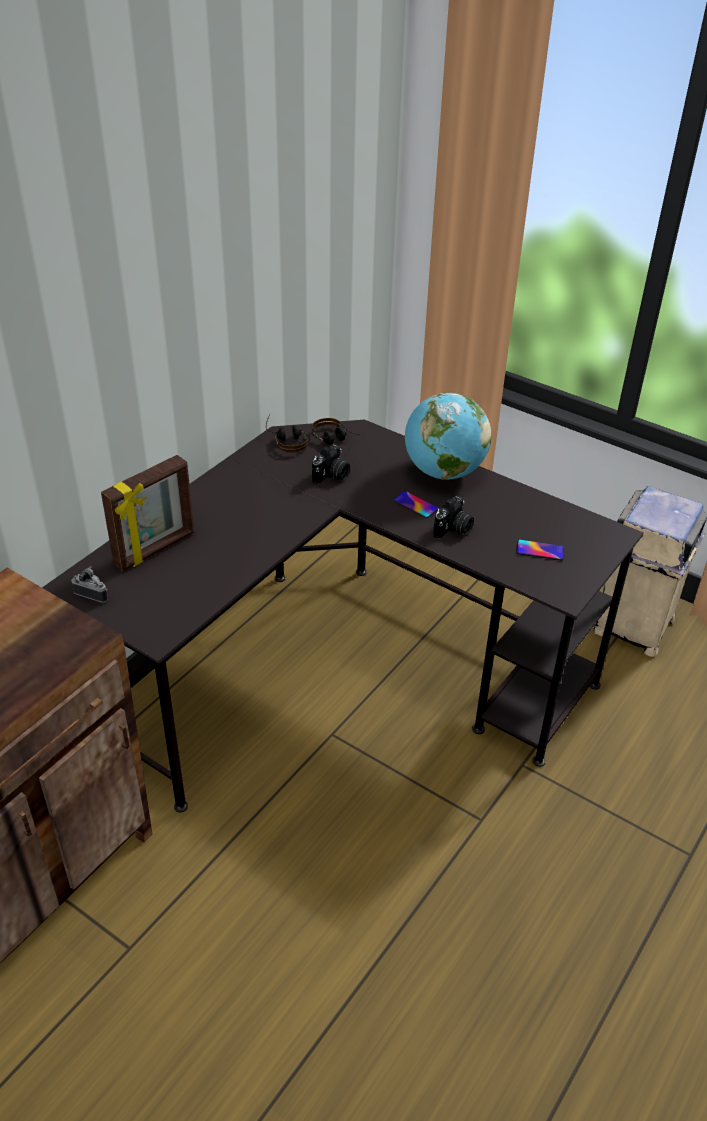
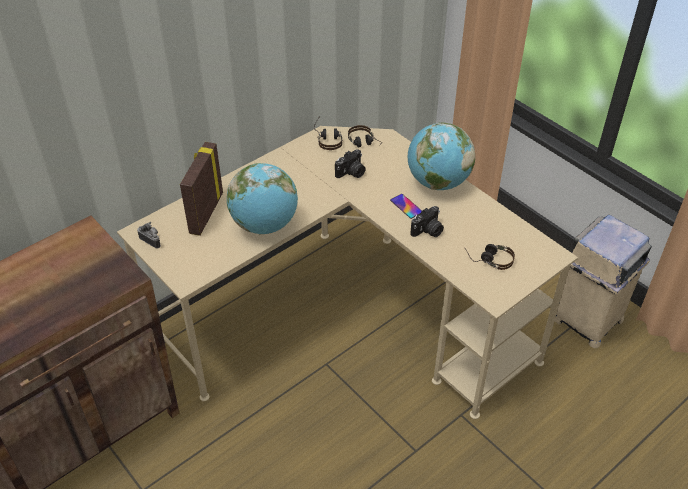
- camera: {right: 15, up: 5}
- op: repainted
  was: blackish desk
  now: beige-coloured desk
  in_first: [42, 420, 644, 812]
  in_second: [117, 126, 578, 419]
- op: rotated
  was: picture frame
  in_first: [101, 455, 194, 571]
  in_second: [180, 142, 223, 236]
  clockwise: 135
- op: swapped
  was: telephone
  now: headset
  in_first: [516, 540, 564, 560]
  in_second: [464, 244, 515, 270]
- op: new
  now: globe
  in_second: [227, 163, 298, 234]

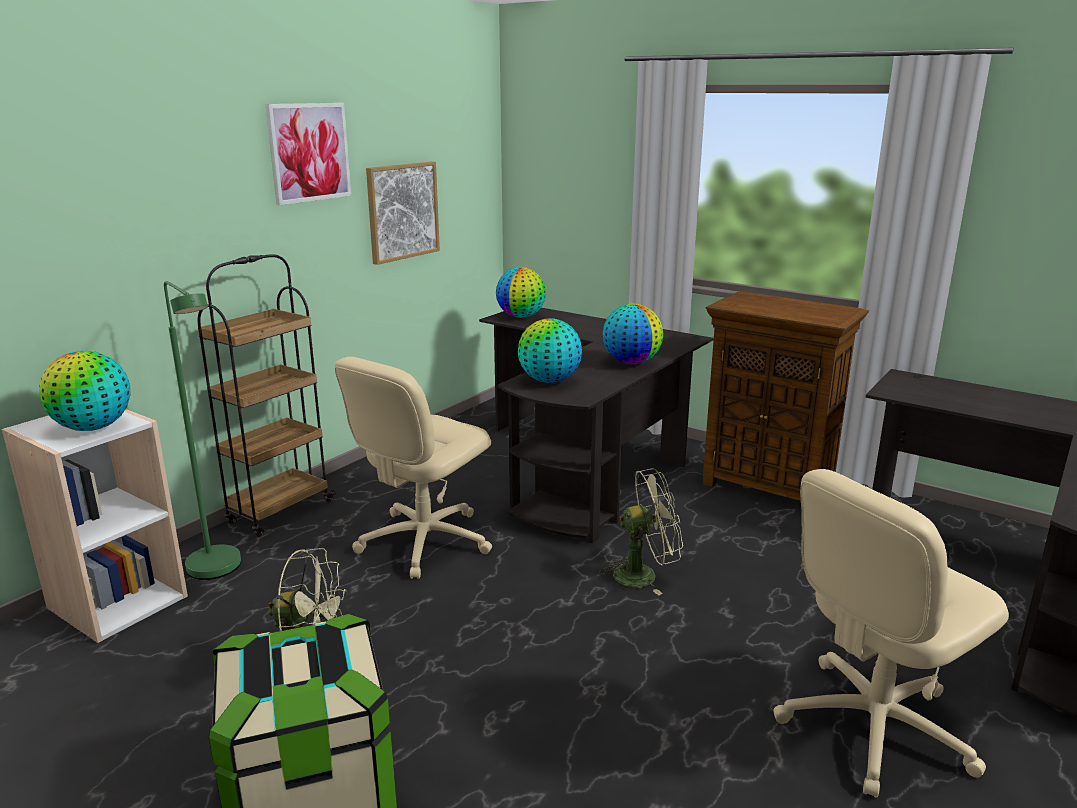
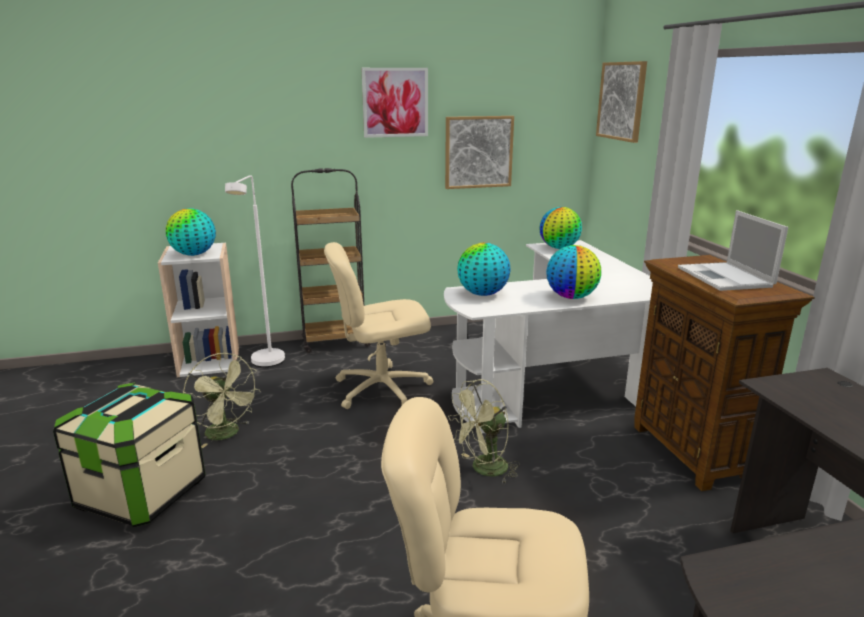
- camera: {right: 40, up: 0}
- op: repainted
  was: green-coloured standing lamp
  now: whitish standing lamp
  in_first: [164, 281, 241, 580]
  in_second: [225, 175, 285, 367]
- op: repainted
  was: blackish desk
  now: whitish desk
  in_first: [479, 308, 714, 544]
  in_second: [444, 240, 653, 434]
- op: rotated
  was: green-coloured cooling fan
  in_first: [599, 468, 683, 595]
  in_second: [448, 379, 520, 484]
  clockwise: 120
- op: new
  now: wall art
  in_second: [596, 61, 647, 143]
- op: new
  now: notebook computer
  in_second: [678, 210, 788, 291]

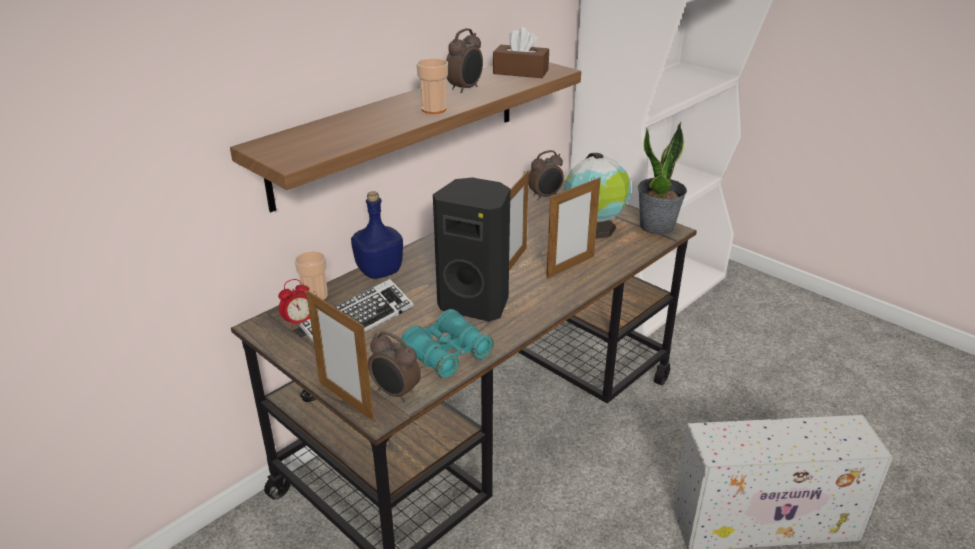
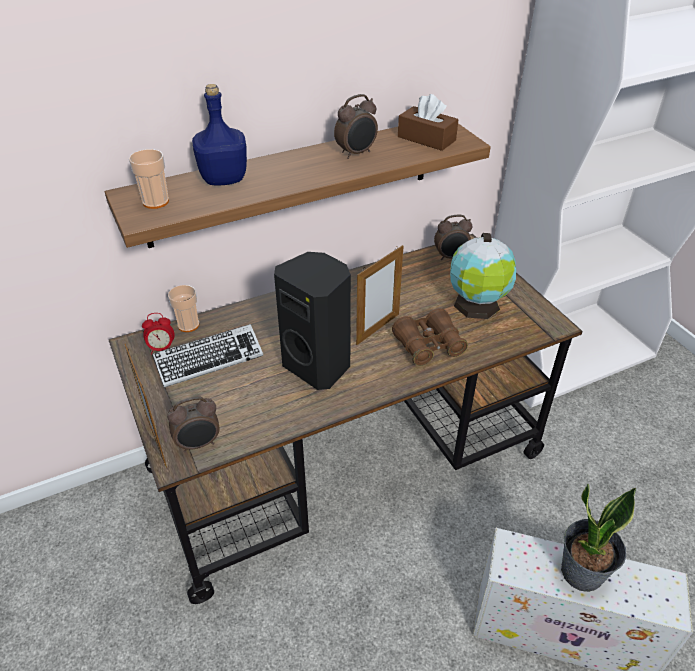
- camera: {right: 20, up: 10}
- op: shifted
  was: blue-coloured bottle
  in_first: [351, 191, 403, 279]
  in_second: [192, 84, 247, 185]
- op: rotated
  was: table clock
  in_first: [368, 331, 421, 402]
  in_second: [167, 396, 220, 453]
  clockwise: -75
- op: gone
  was: blue-green binoculars
  in_first: [400, 309, 494, 379]
- op: shifted
  was: small cup
  in_first: [416, 58, 448, 114]
  in_second: [129, 149, 169, 209]
- op: swapped
  was: picture frame
  now: brown binoculars
  in_first: [546, 177, 601, 279]
  in_second: [392, 308, 468, 366]
- op: shifted
  was: houseplant
  in_first: [638, 122, 687, 235]
  in_second: [561, 483, 636, 592]

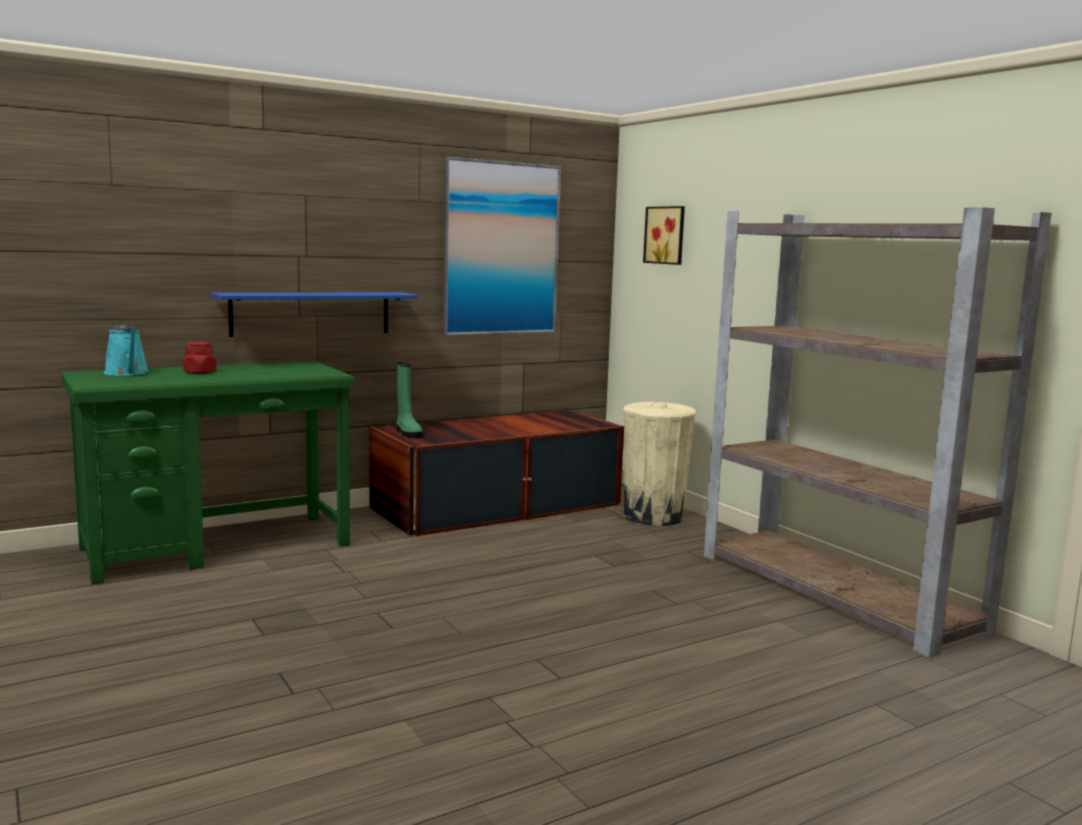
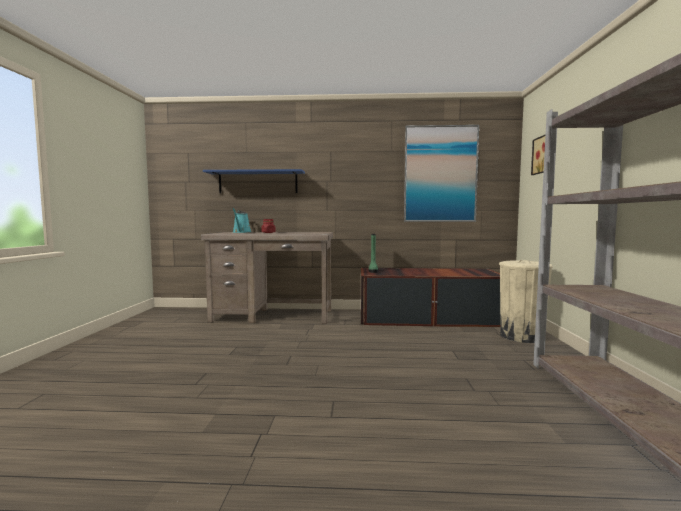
- camera: {right: 35, up: -5}
- op: repainted
  was: green-coloured desk
  now: brown desk
  in_first: [61, 361, 354, 584]
  in_second: [201, 232, 333, 324]
- op: shifted
  was: blue-coloured bracket shelf
  in_first: [211, 292, 418, 337]
  in_second: [203, 169, 305, 193]

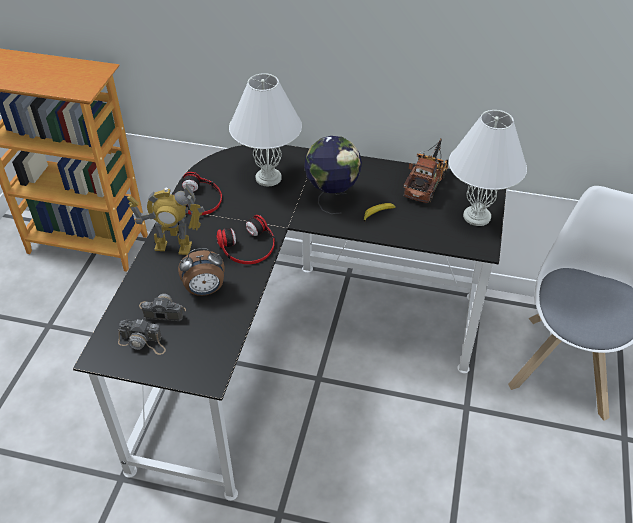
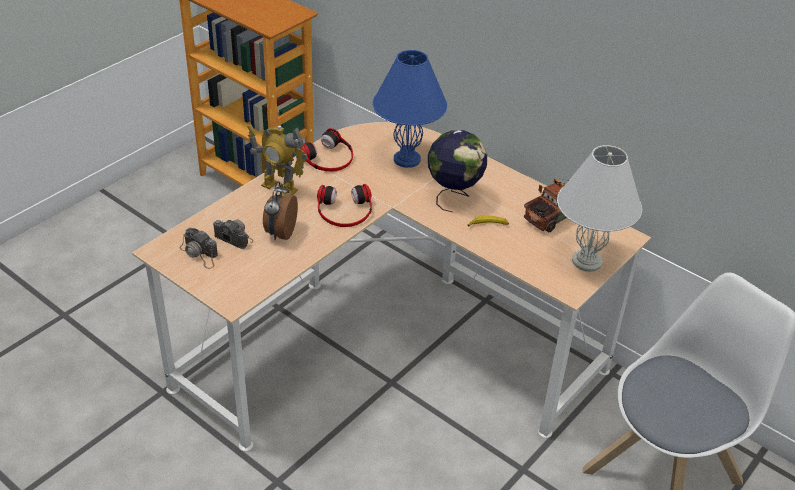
- camera: {right: 25, up: -5}
- op: repainted
  was: blackish desk
  now: beige-coloured desk
  in_first: [73, 145, 506, 501]
  in_second: [132, 122, 651, 451]
- op: rotated
  was: table clock
  in_first: [178, 248, 225, 296]
  in_second: [263, 181, 298, 240]
  clockwise: 90
- op: repainted
  was: whitish table lamp
  now: blue-coloured table lamp
  in_first: [229, 73, 302, 187]
  in_second: [372, 50, 447, 168]

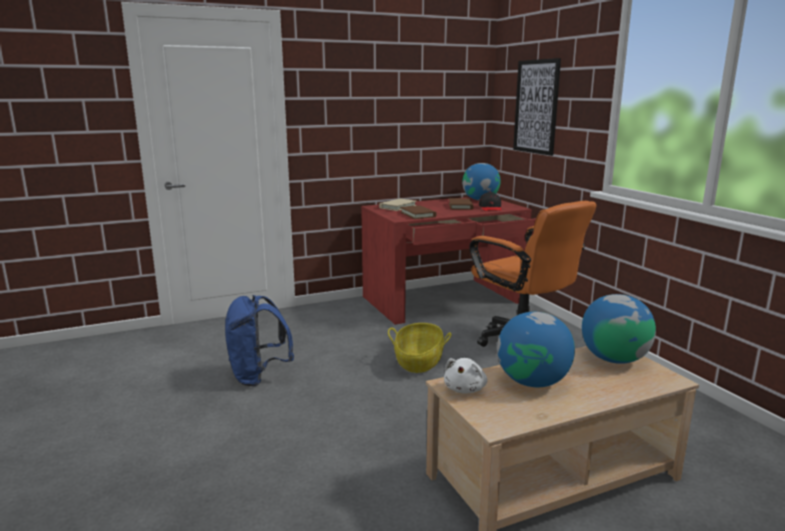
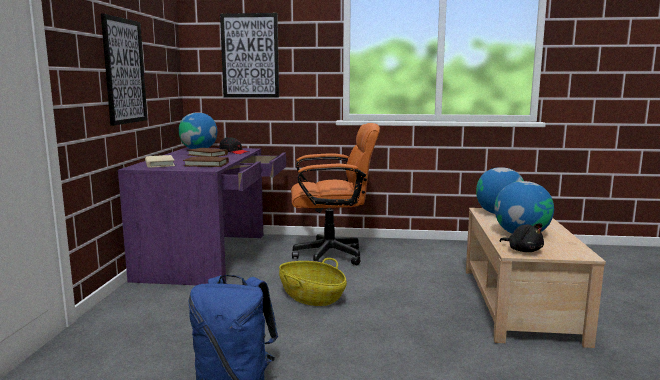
- camera: {right: -60, up: -5}
- op: repainted
  was: red-coloured desk
  now: purple-coloured desk
  in_first: [361, 197, 536, 325]
  in_second: [118, 147, 286, 285]
- op: repainted
  was: whitish soft toy
  now: blackish soft toy
  in_first: [444, 358, 487, 394]
  in_second: [499, 223, 544, 252]
- op: new
  now: wall art
  in_second: [101, 13, 148, 126]

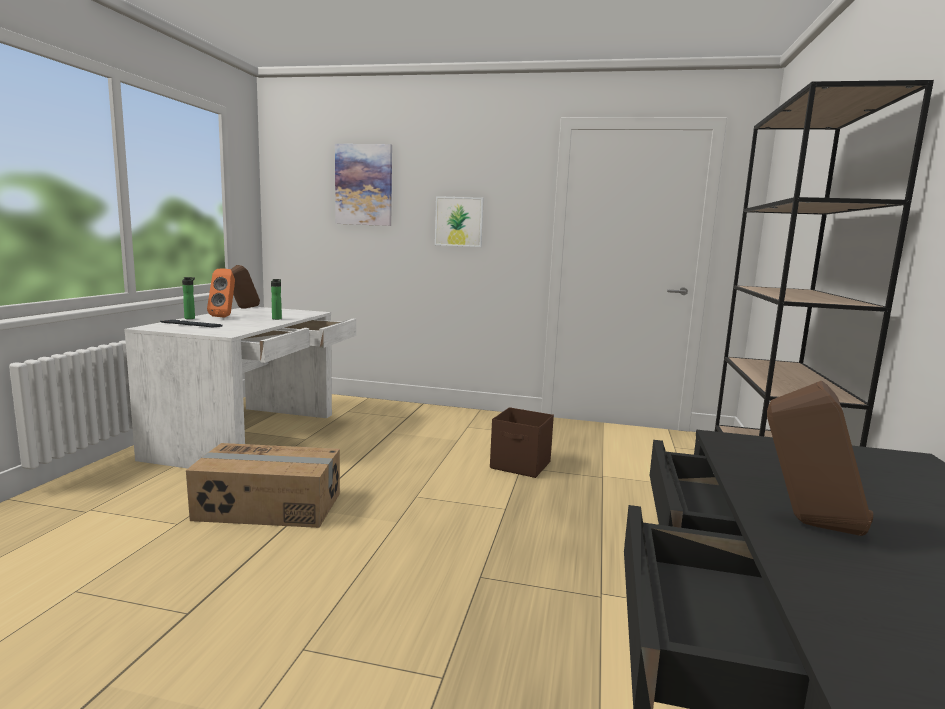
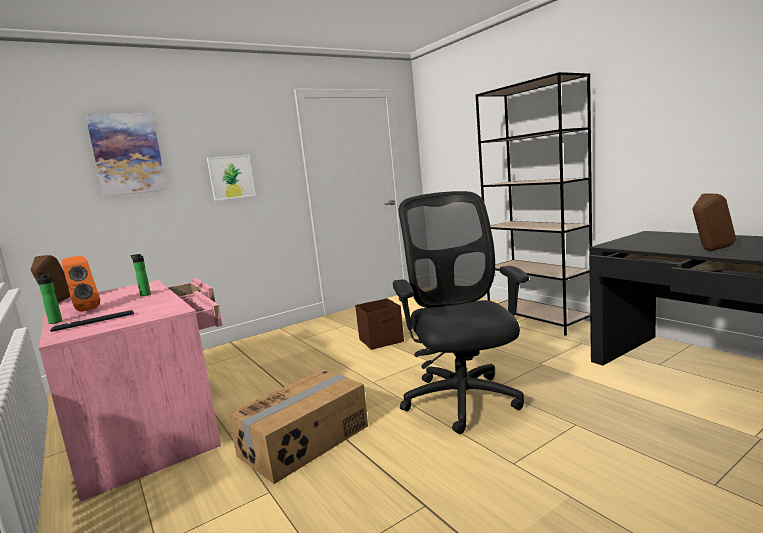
- camera: {right: -45, up: 0}
- op: repainted
  was: whitish desk
  now: pink-coloured desk
  in_first: [124, 307, 356, 468]
  in_second: [39, 278, 223, 502]
- op: new
  now: blackish desk chair
  in_second: [393, 191, 529, 434]

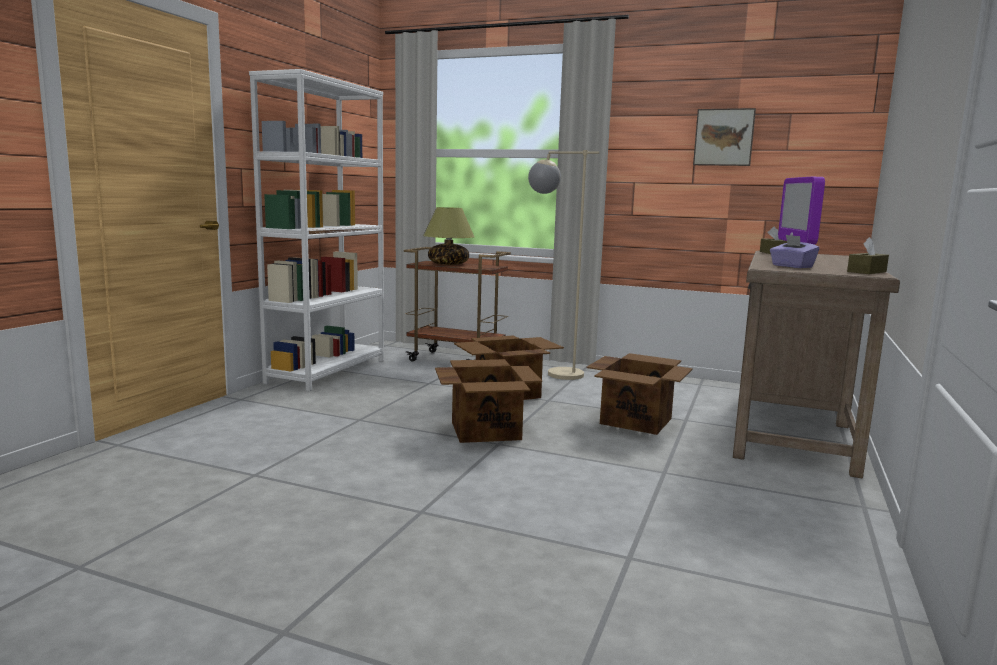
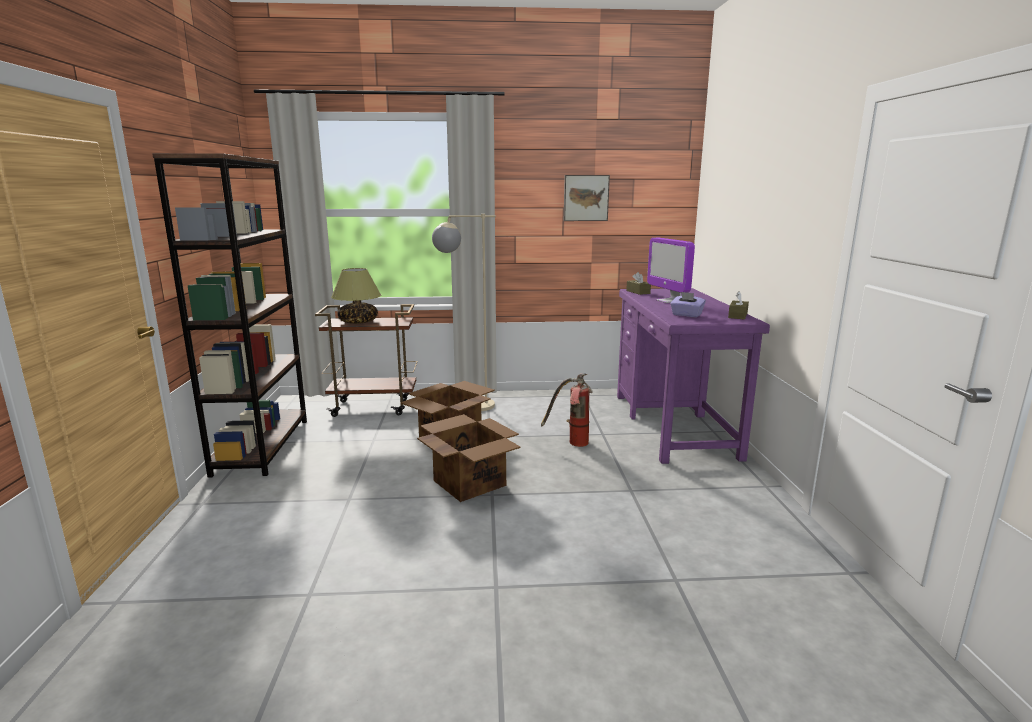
- camera: {right: -25, up: 5}
- op: repainted
  was: whitish bookshelf
  now: brown bookshelf
  in_first: [249, 69, 384, 391]
  in_second: [152, 153, 307, 478]
- op: swapped
  was: carton
  now: extinguisher
  in_first: [587, 353, 693, 435]
  in_second: [541, 373, 593, 447]
- op: repainted
  was: brown desk
  now: purple-coloured desk
  in_first: [733, 251, 900, 478]
  in_second: [617, 288, 770, 464]

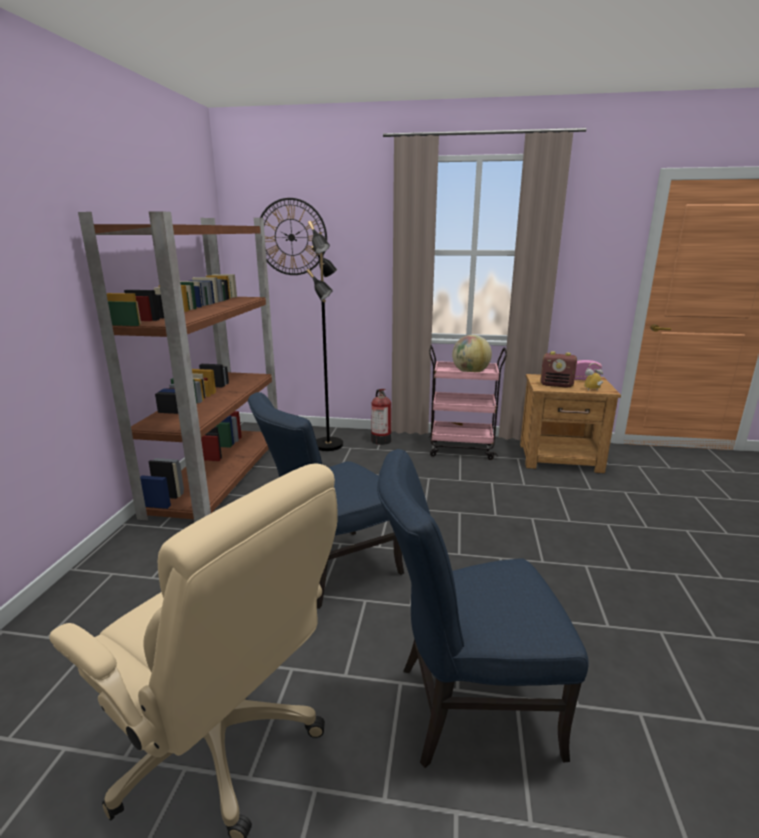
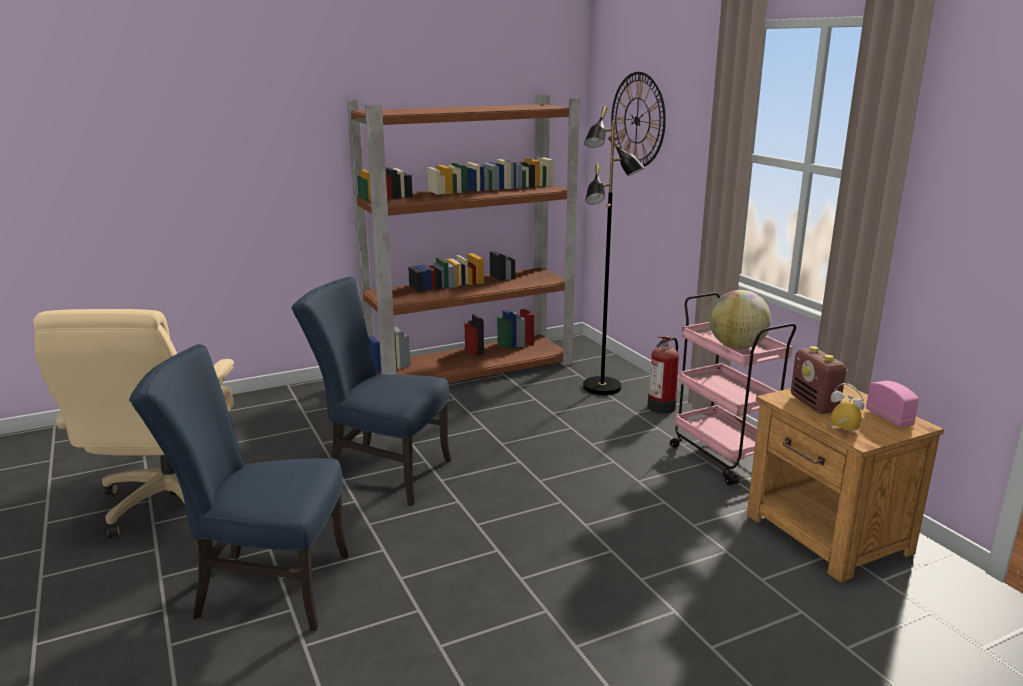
- camera: {right: 55, up: 0}
- op: rotated
  was: blue-coloured chair
  in_first: [377, 449, 589, 768]
  in_second: [129, 344, 349, 631]
  clockwise: -45

